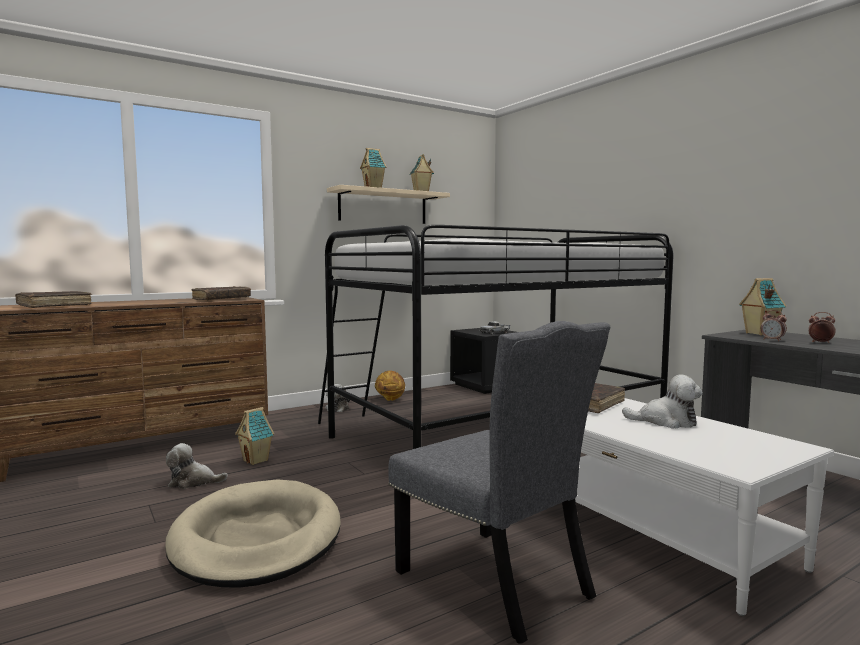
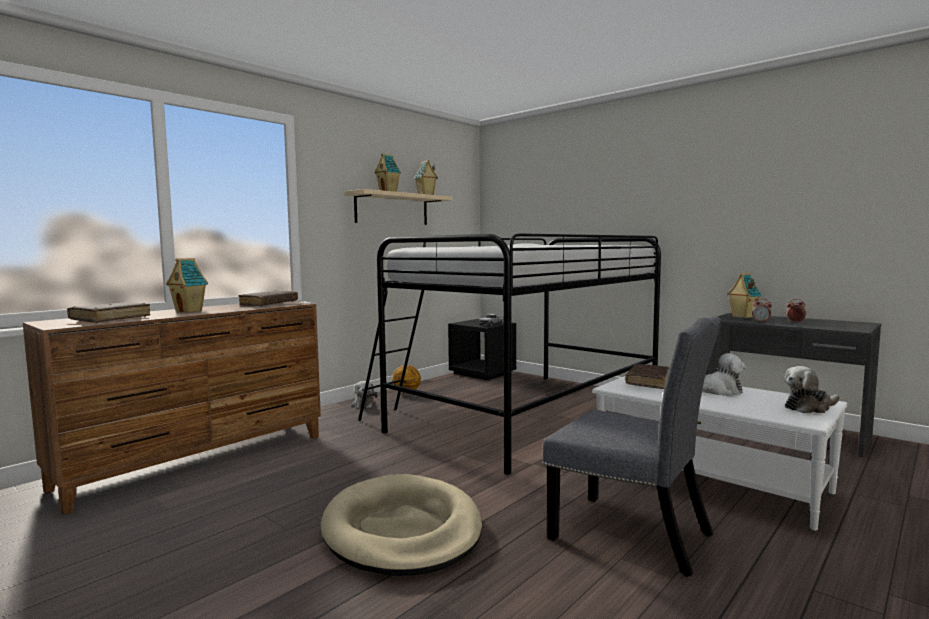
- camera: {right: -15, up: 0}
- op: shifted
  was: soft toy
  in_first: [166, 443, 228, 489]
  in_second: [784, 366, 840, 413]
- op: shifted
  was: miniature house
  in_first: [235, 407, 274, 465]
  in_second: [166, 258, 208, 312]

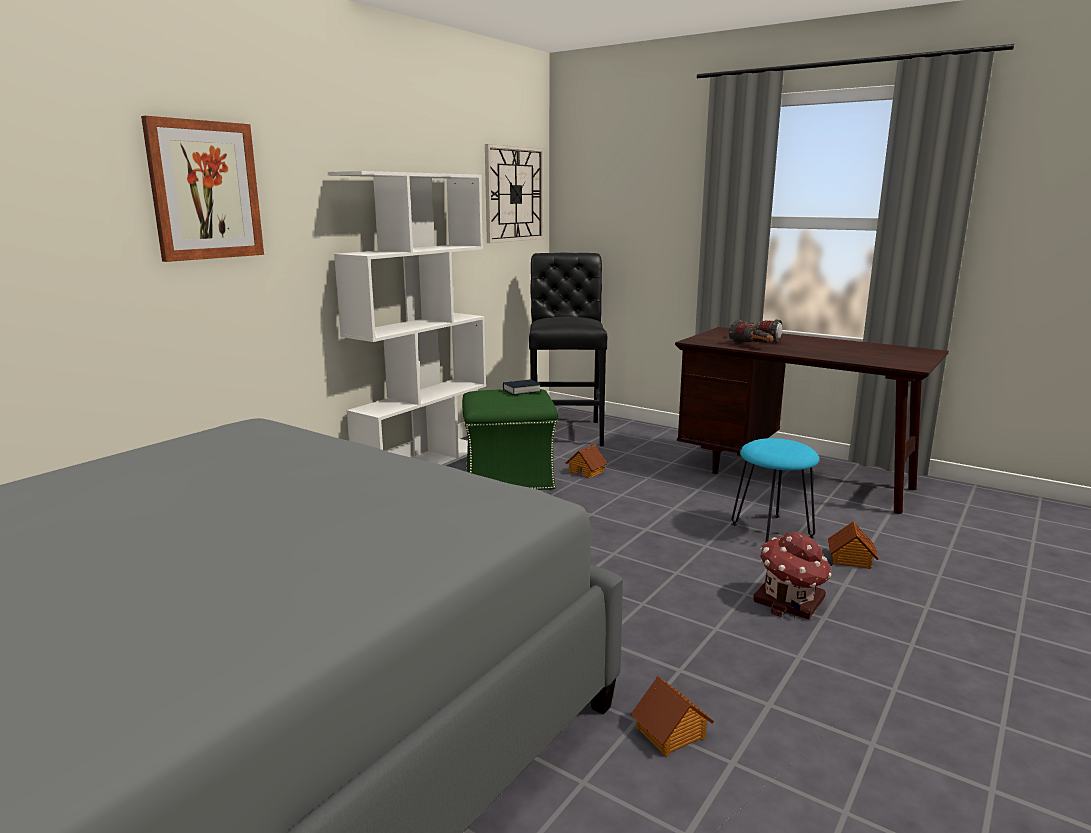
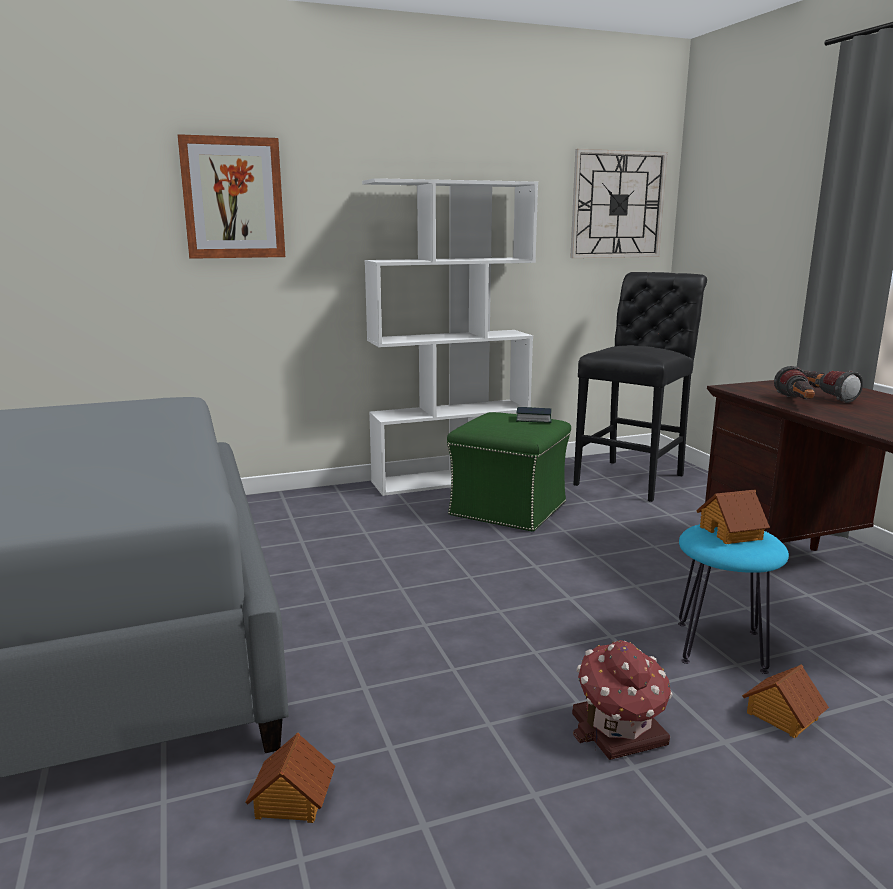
- camera: {right: 35, up: 0}
- op: shifted
  was: miniature house
  in_first: [566, 444, 608, 478]
  in_second: [696, 490, 770, 544]

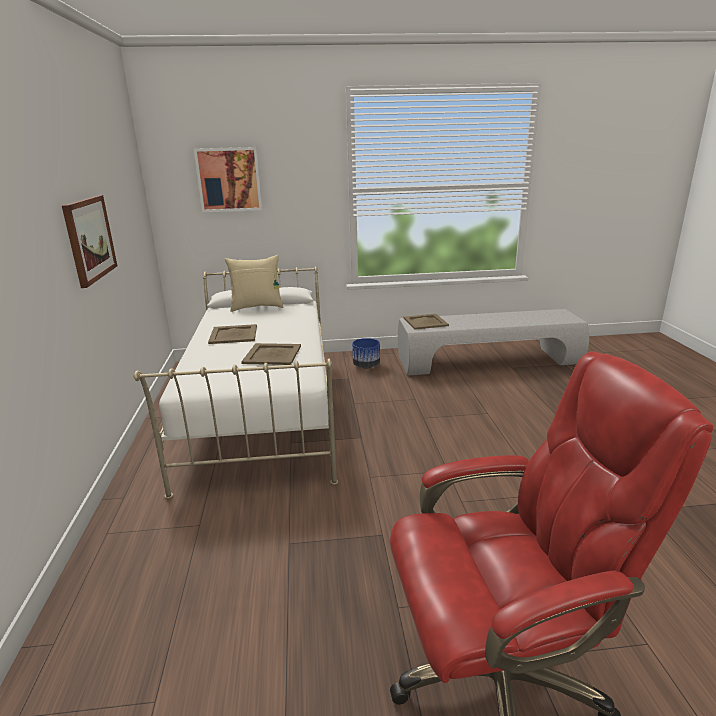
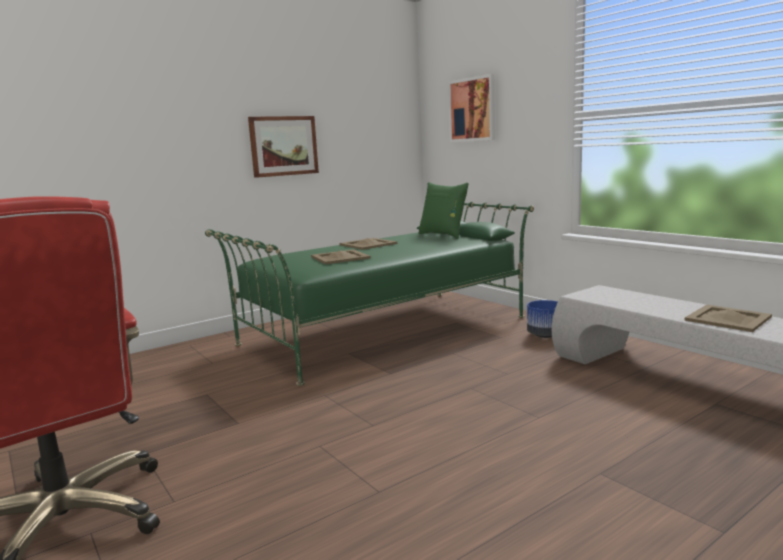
- camera: {right: 60, up: -10}
- op: repainted
  was: whitish bed
  now: green-coloured bed
  in_first: [134, 266, 338, 499]
  in_second: [205, 202, 534, 386]
- op: repainted
  was: beige-coloured pillow
  now: green-coloured pillow
  in_first: [225, 255, 284, 312]
  in_second: [418, 182, 469, 239]
- op: shifted
  was: beige-coloured carrying tray
  in_first: [404, 314, 449, 330]
  in_second: [684, 305, 772, 332]

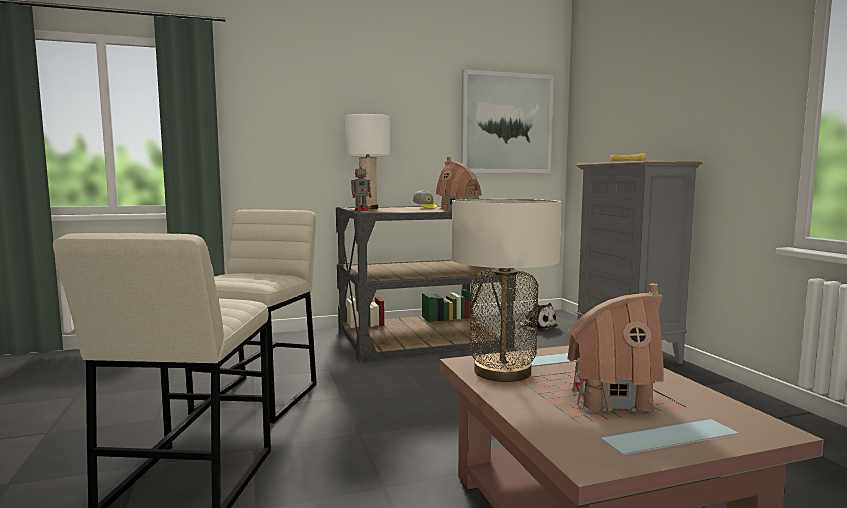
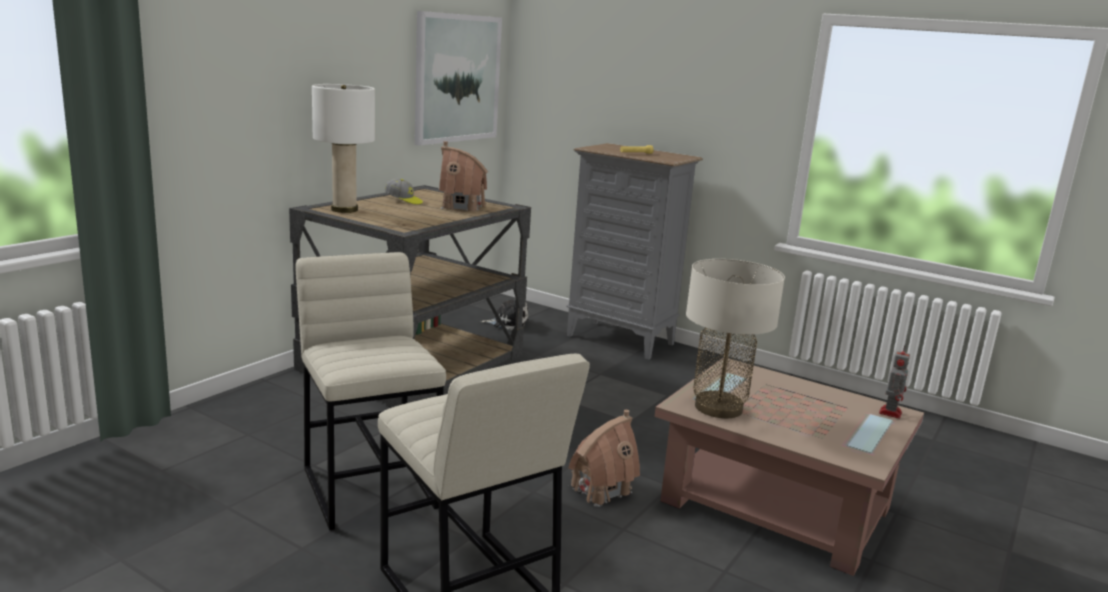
- camera: {right: -40, up: 10}
- op: shifted
  was: toy robot
  in_first: [351, 165, 371, 211]
  in_second: [879, 345, 910, 419]
- op: shifted
  was: miniature house
  in_first: [567, 283, 664, 412]
  in_second: [568, 409, 640, 507]

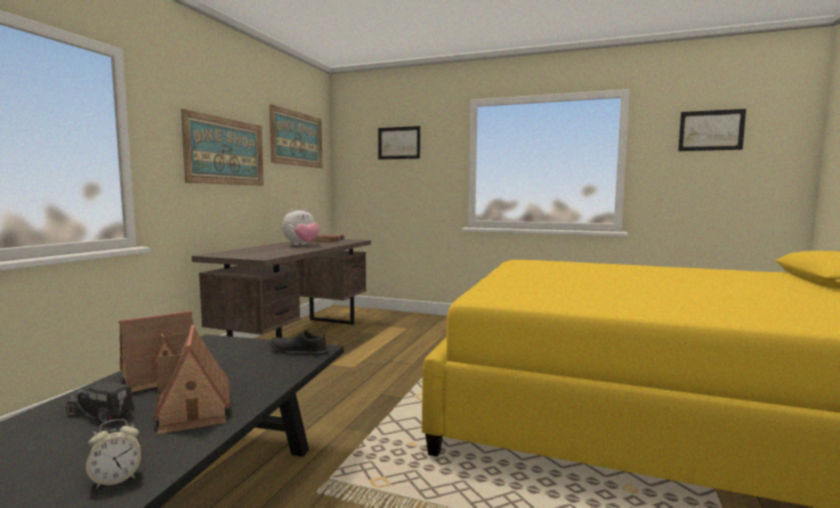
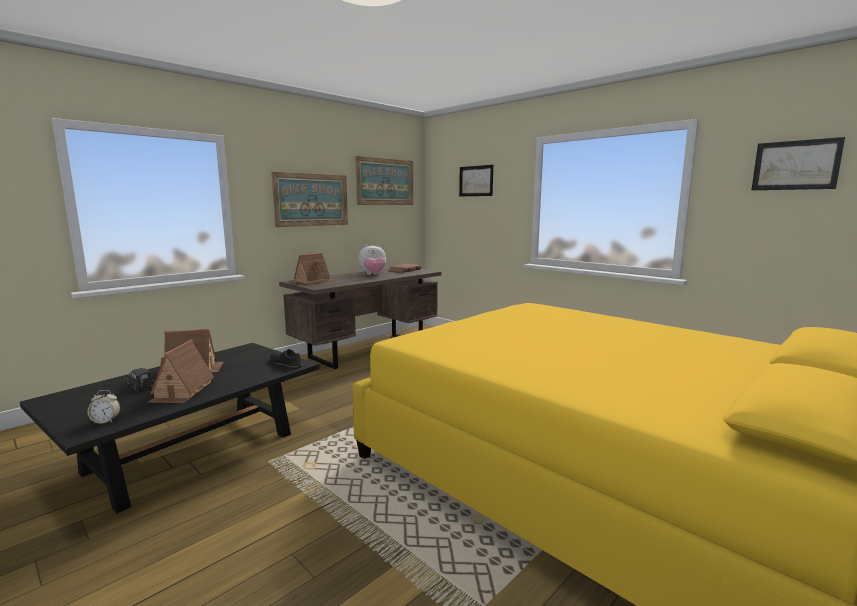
- camera: {right: 25, up: 5}
- op: new
  now: miniature house
  in_second: [294, 253, 332, 284]

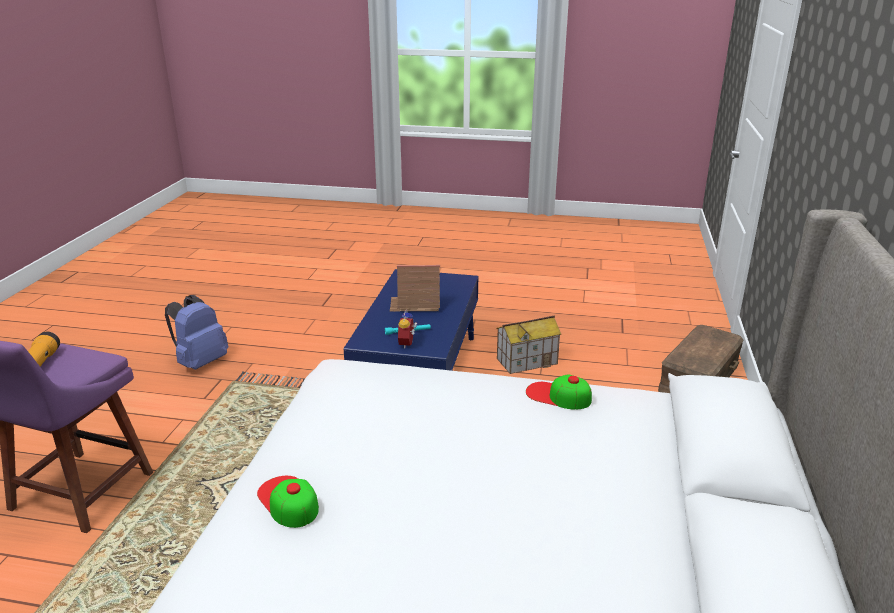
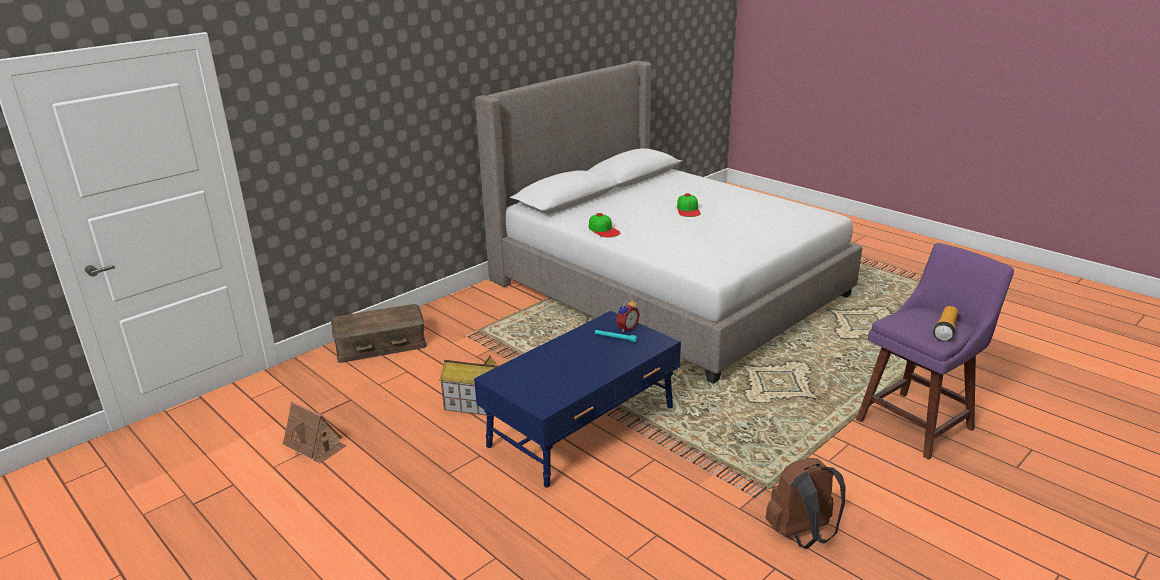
- camera: {right: -145, up: 0}
- op: repainted
  was: blue-coloured backpack
  now: brown backpack
  in_first: [165, 295, 228, 370]
  in_second: [765, 458, 846, 549]
- op: shifted
  was: peaked cap
  in_first: [257, 476, 319, 528]
  in_second: [677, 193, 701, 217]
- op: shifted
  was: miniature house
  in_first: [390, 265, 440, 312]
  in_second: [283, 401, 347, 464]

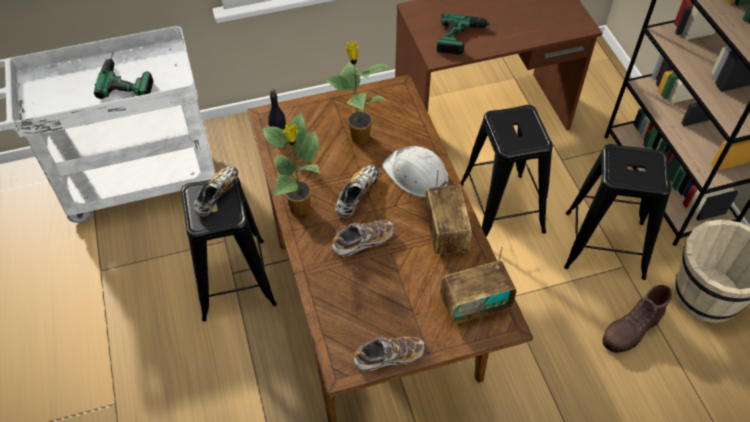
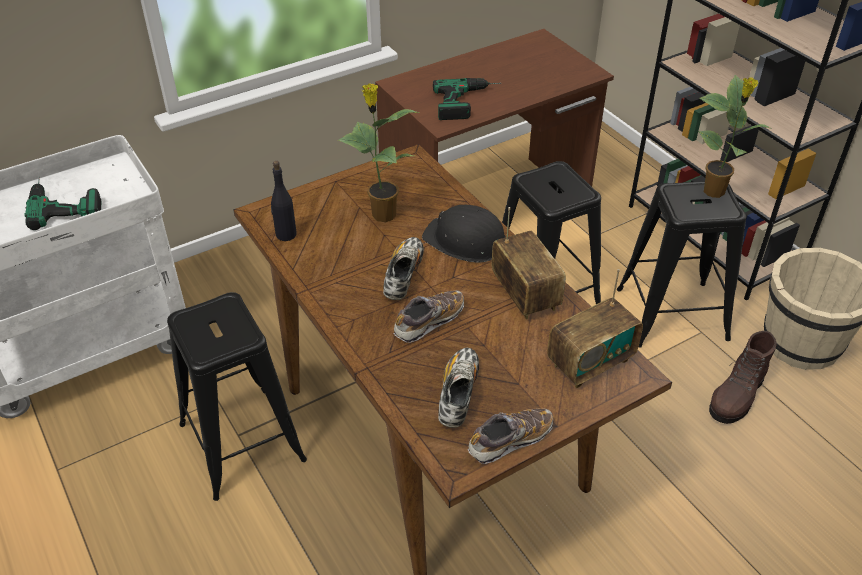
- camera: {right: -15, up: -10}
- op: shifted
  was: item of footwear
  in_first: [193, 166, 238, 217]
  in_second: [438, 348, 479, 428]
- op: shifted
  was: houseplant
  in_first: [262, 113, 320, 216]
  in_second: [698, 75, 772, 198]
- op: repainted
  was: whitish hard hat
  now: blackish hard hat
  in_first: [382, 146, 450, 197]
  in_second: [422, 205, 506, 263]

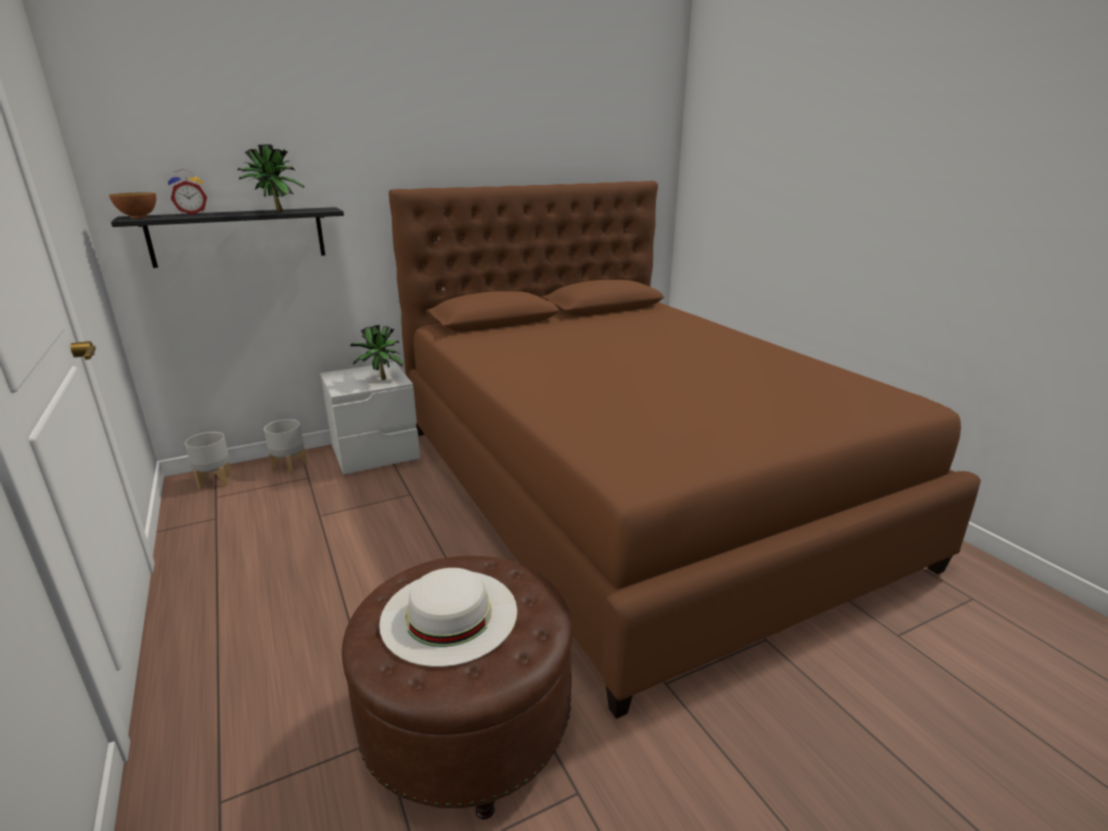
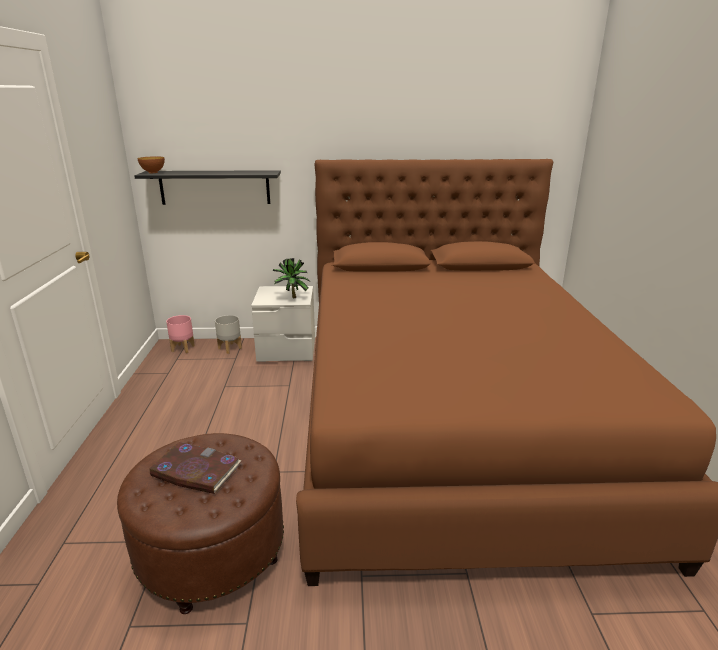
- camera: {right: 25, up: 0}
- op: gone
  was: table clock
  in_first: [168, 169, 207, 215]
- op: repainted
  was: greyish plant pot
  now: pink-coloured plant pot
  in_first: [185, 432, 232, 490]
  in_second: [166, 315, 195, 353]
- op: gone
  was: houseplant
  in_first: [237, 144, 305, 212]
- op: swapped
  was: whitish clothing hat
  now: volume
  in_first: [379, 568, 517, 667]
  in_second: [149, 442, 242, 494]

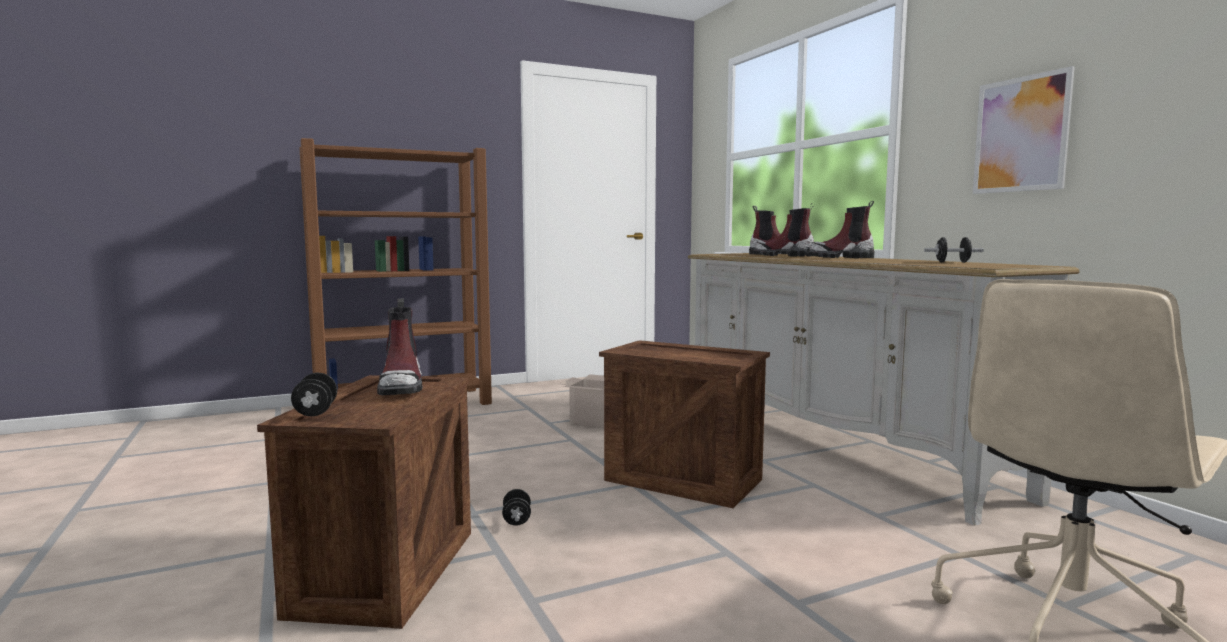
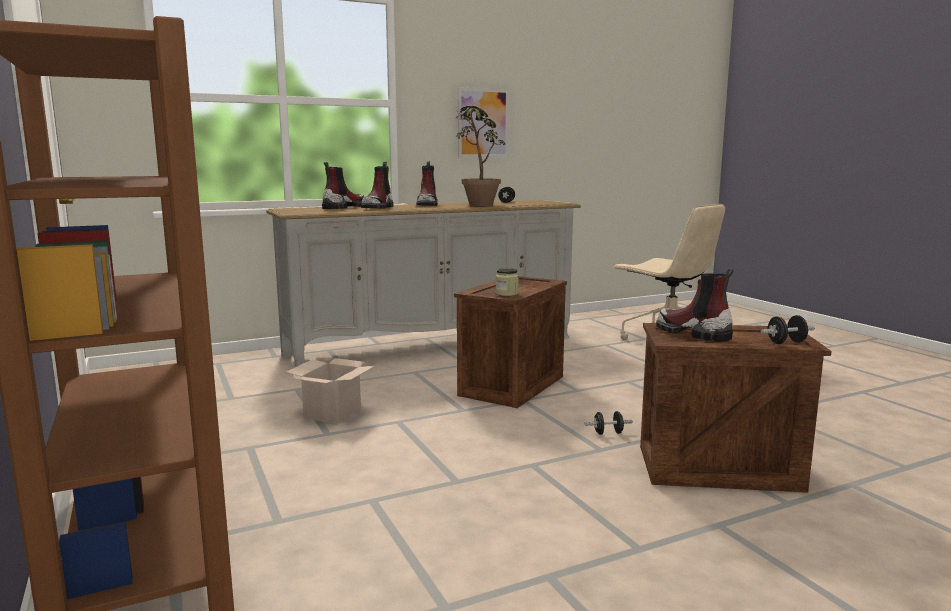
- camera: {right: -90, up: 5}
- op: rotated
  was: tall boot
  in_first: [377, 299, 423, 395]
  in_second: [656, 269, 734, 342]
  clockwise: -120
- op: new
  now: houseplant
  in_second: [457, 106, 505, 206]
- op: new
  now: preserve jar
  in_second: [496, 268, 519, 296]

